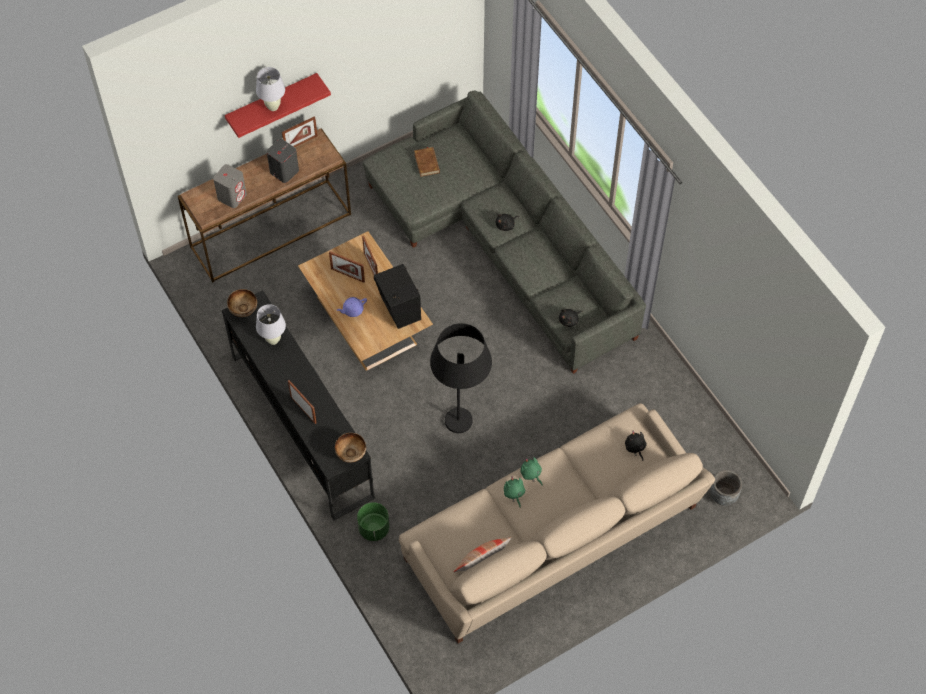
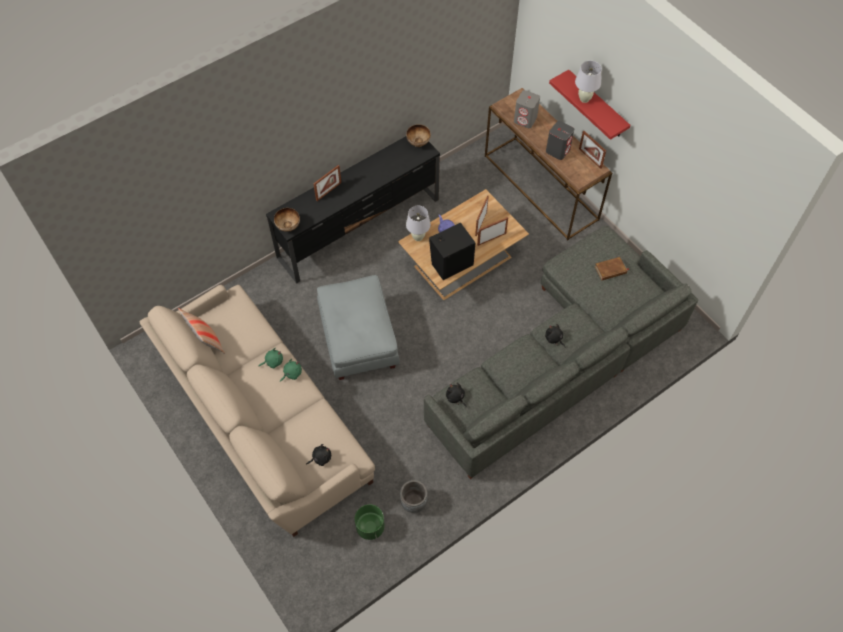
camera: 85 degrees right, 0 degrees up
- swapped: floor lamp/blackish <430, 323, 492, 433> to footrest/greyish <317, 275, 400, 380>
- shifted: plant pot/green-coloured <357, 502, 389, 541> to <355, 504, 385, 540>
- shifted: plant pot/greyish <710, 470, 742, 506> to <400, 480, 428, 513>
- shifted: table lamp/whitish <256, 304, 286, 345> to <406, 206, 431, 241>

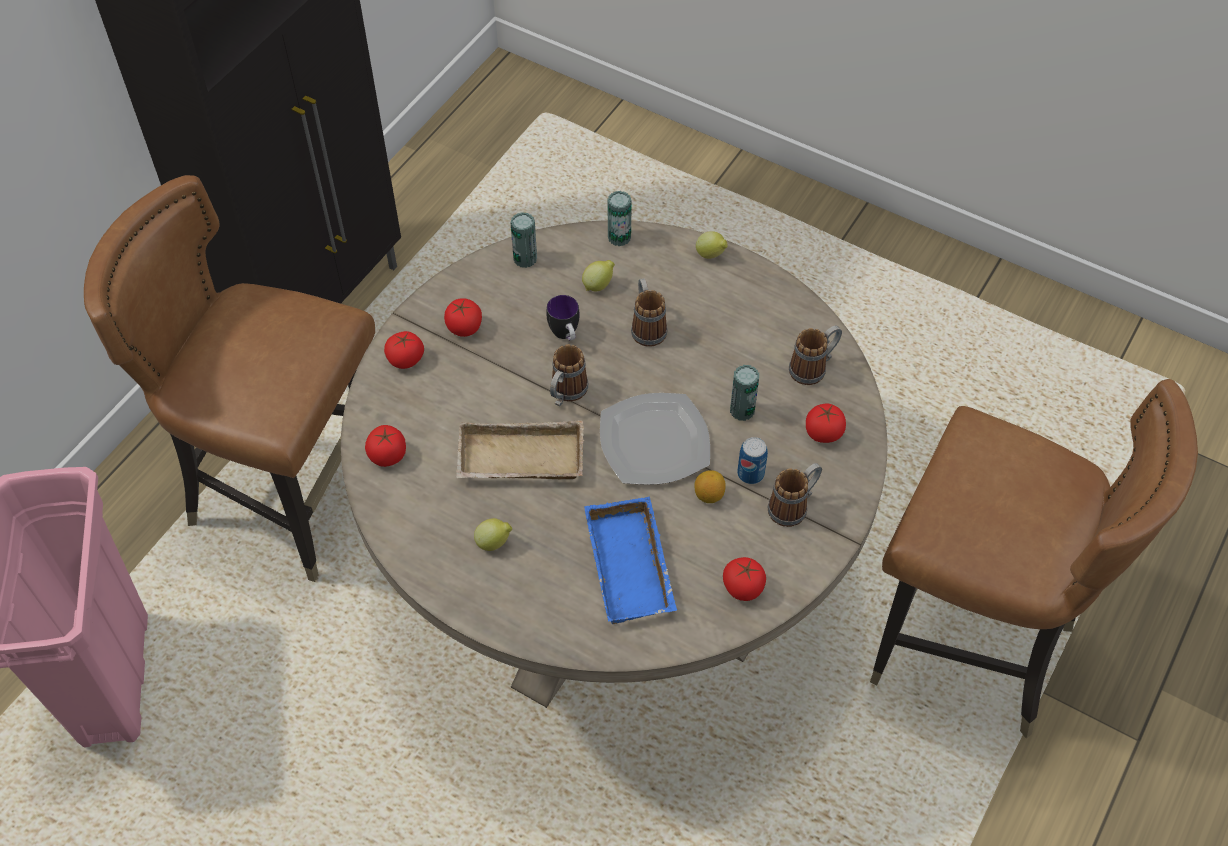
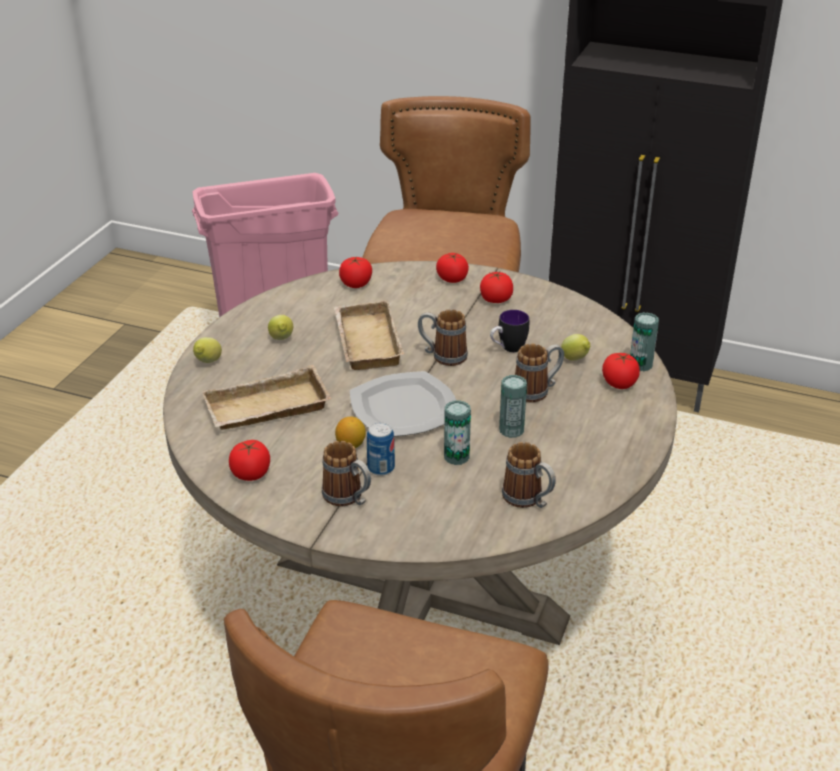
camera: 80 degrees right, 20 degrees down
- shifted: whole lemon <696, 231, 728, 259> to <193, 337, 222, 363>
- repainted: serving tray/blue-coloured <584, 497, 677, 624> to serving tray/beige <202, 365, 331, 430>
- shifted: sealed can <511, 212, 537, 268> to <499, 375, 527, 438>
- shifted: whole tomato <806, 403, 846, 443> to <602, 353, 640, 389>

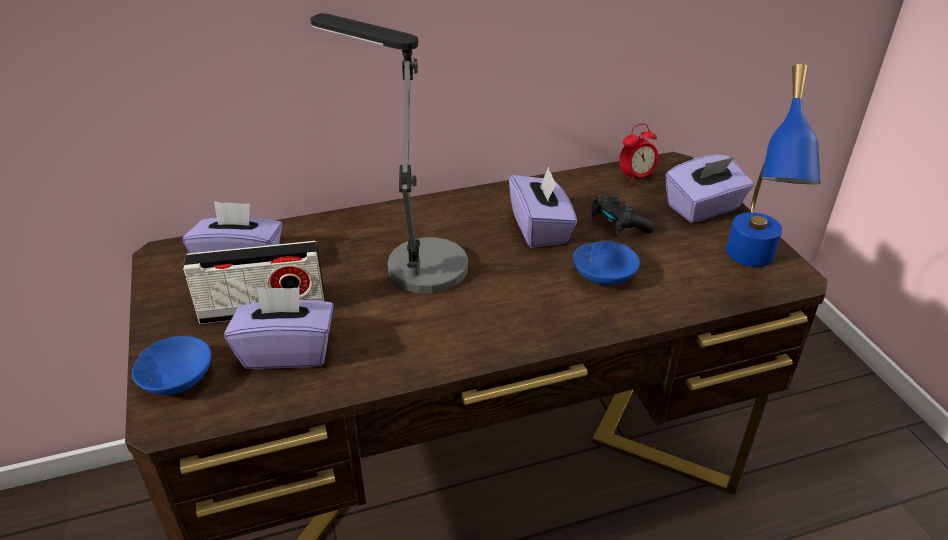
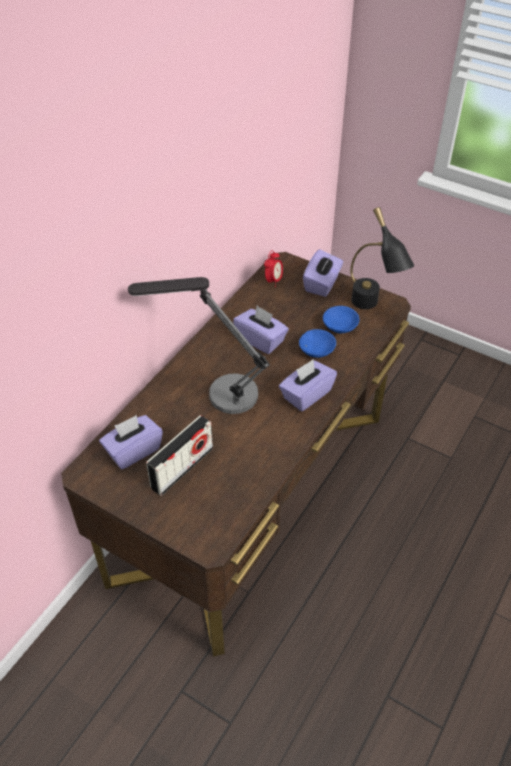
camera: 40 degrees left, 10 degrees up
- shifted: tissue holder/purplish <224, 287, 334, 369> to <279, 359, 337, 411>
- shifted: bowl/blue-coloured <132, 336, 211, 395> to <323, 306, 359, 334>
- repainted: table lamp/blue-coloured <726, 64, 821, 267> to table lamp/blackish <350, 207, 414, 309>
- gone: game controller/blackish <592, 194, 655, 234>

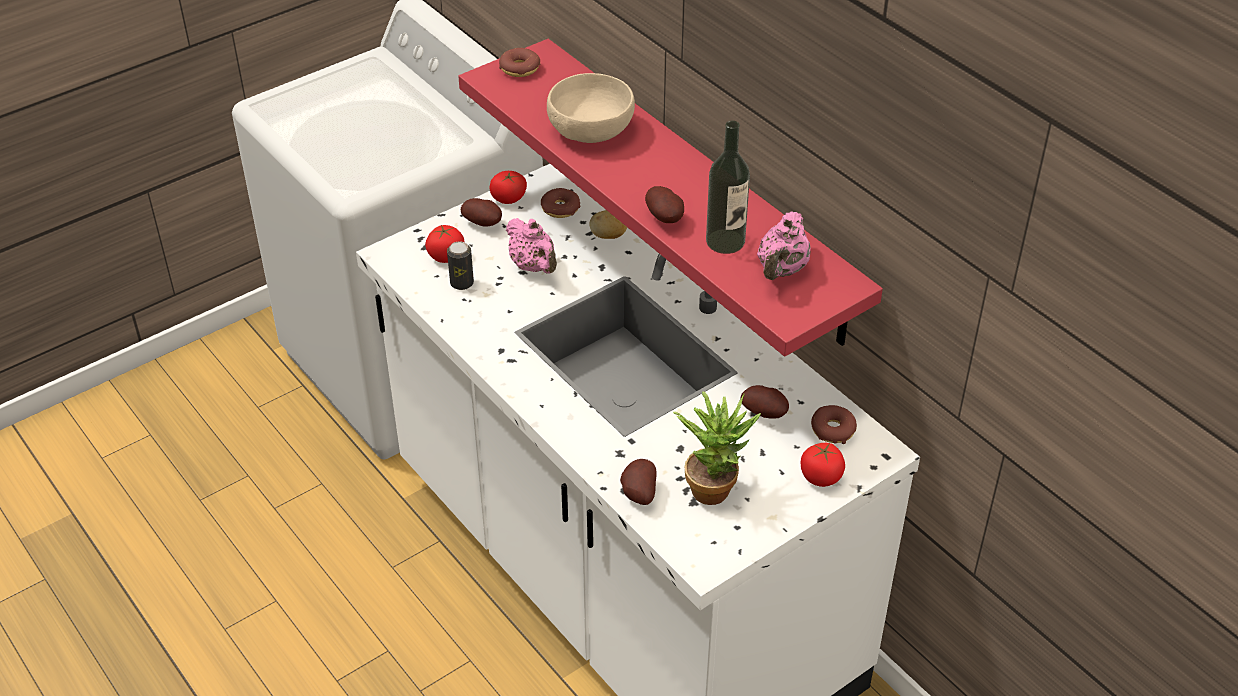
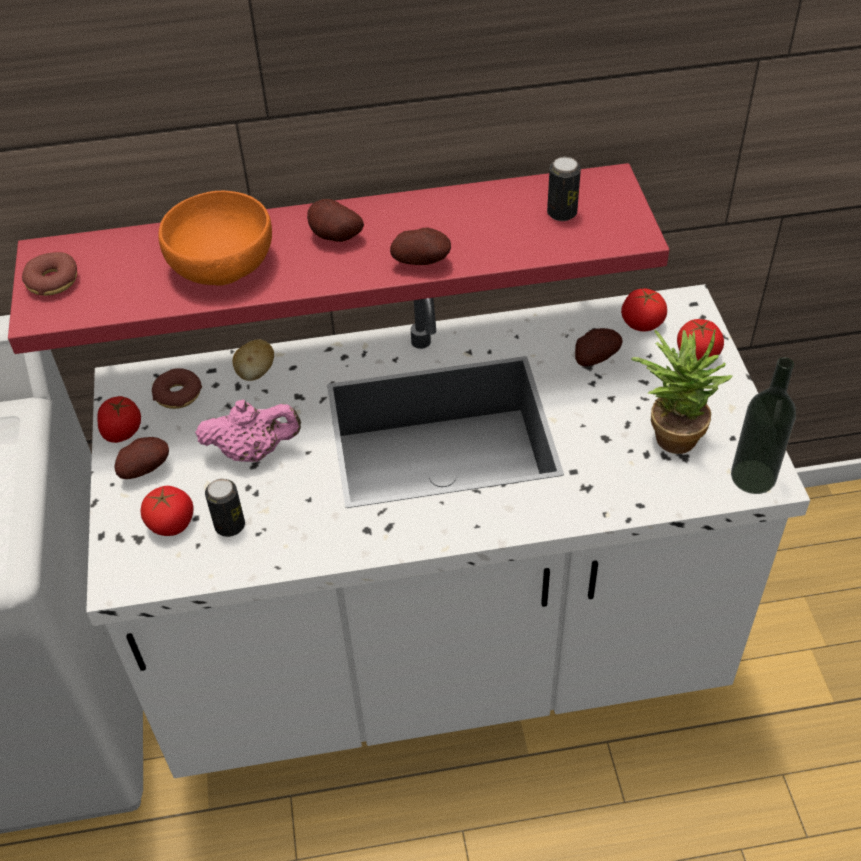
camera: 60 degrees left, 5 degrees up
- repainted: bowl/beige <547, 73, 635, 143> to bowl/orange <158, 191, 272, 286>
- shifted: spud <620, 459, 657, 505> to <307, 199, 364, 242>
- swapped: teapot/pink-coloured <757, 211, 811, 280> to sealed can <547, 157, 581, 221>
- swapped: doughnut <811, 405, 857, 444> to whole tomato <621, 289, 667, 332>
- shifted: drink bottle <706, 121, 750, 254> to <731, 357, 796, 494>

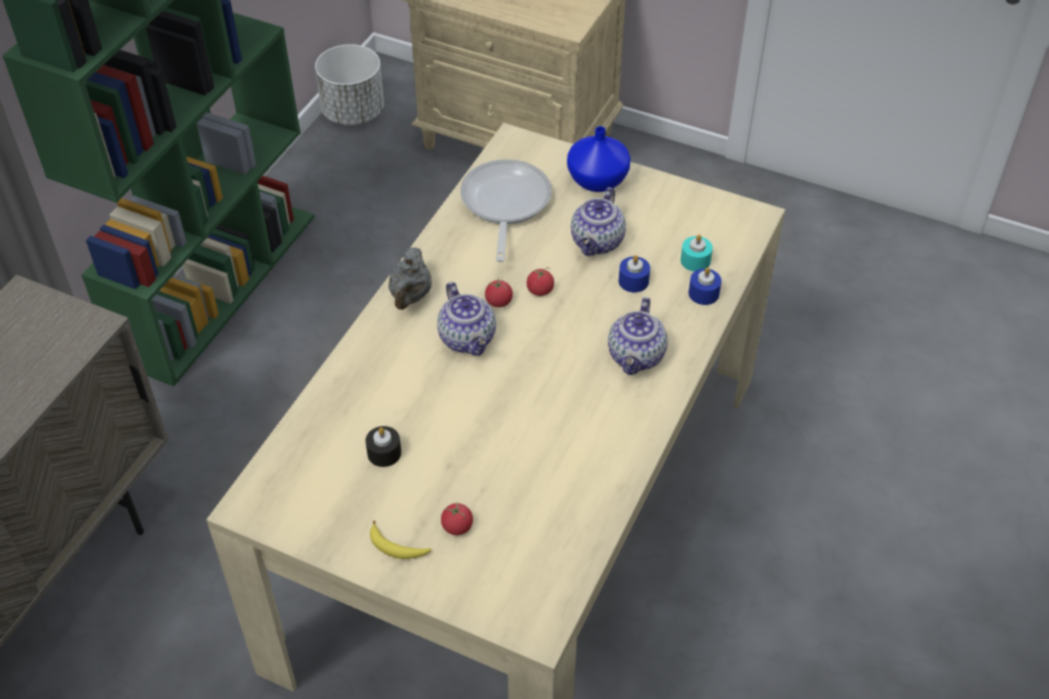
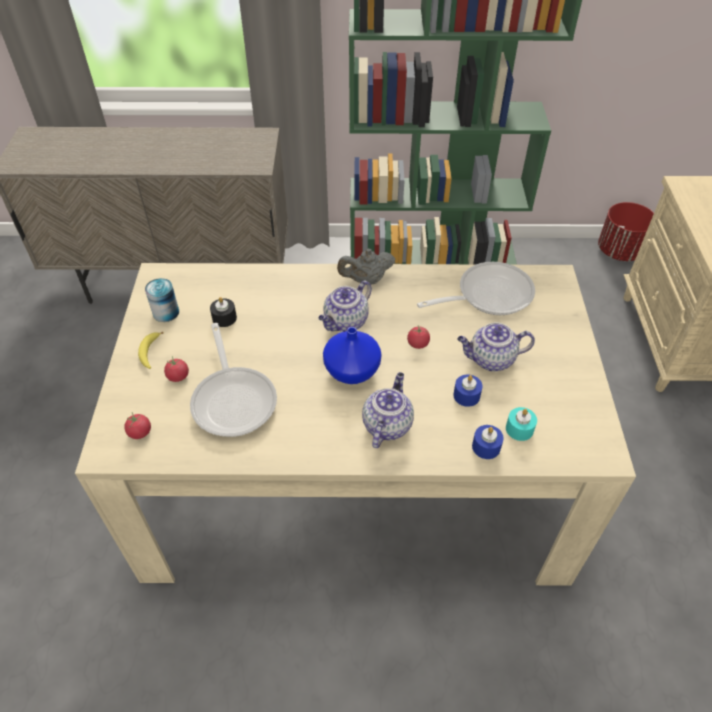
camera: 65 degrees right, 0 degrees up
- shifted: whole tomato <485, 278, 513, 307> to <124, 412, 151, 439>
- new: sealed can <145, 278, 179, 322>
- new: skillet <190, 323, 277, 437>
- shifted: flower vase/blue-coloured <567, 126, 630, 192> to <323, 327, 381, 384>
- rotated: teapot <608, 297, 668, 375> = <362, 372, 414, 448> 120 degrees clockwise
- repainted: plant pot/whitish <315, 44, 384, 125> to plant pot/reddish <598, 202, 654, 261>

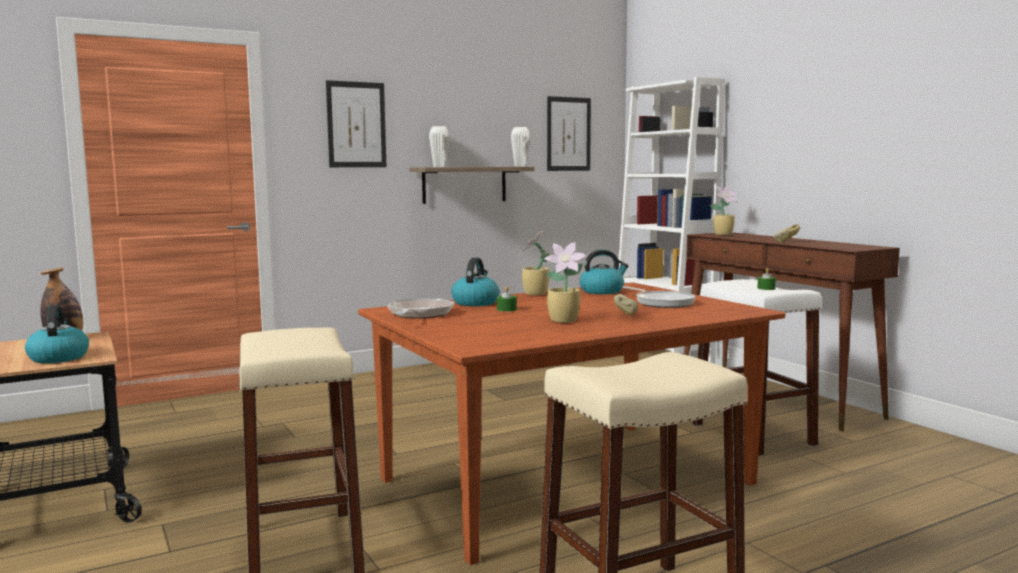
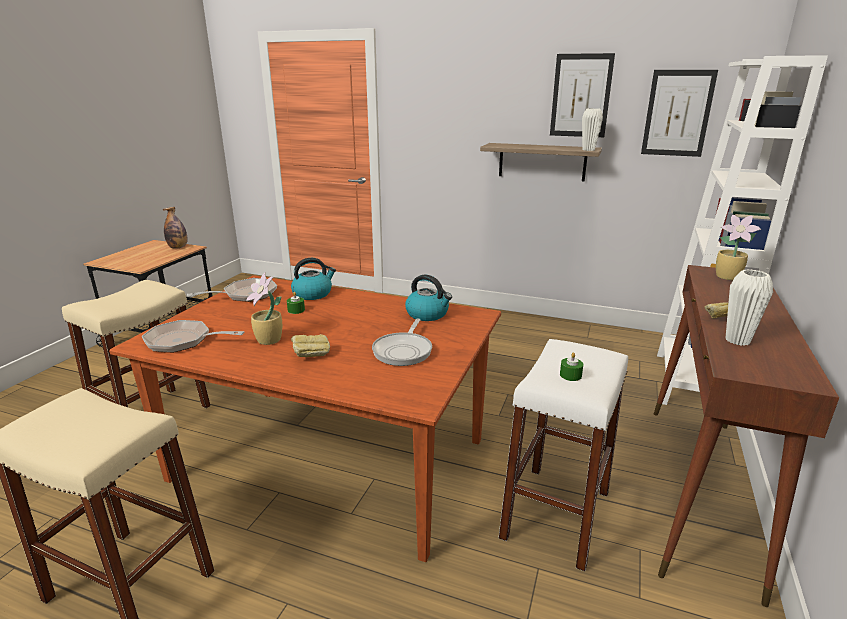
camera: 50 degrees right, 15 degrees up
- new: skillet <141, 320, 244, 353>
- shifted: picture <326, 80, 386, 167> to <550, 53, 615, 137>
- shifted: flower vase/whitish <429, 126, 449, 167> to <726, 269, 773, 346>
- gone: tea kettle <25, 305, 89, 363>
- gone: plant in a pot <520, 230, 550, 295>

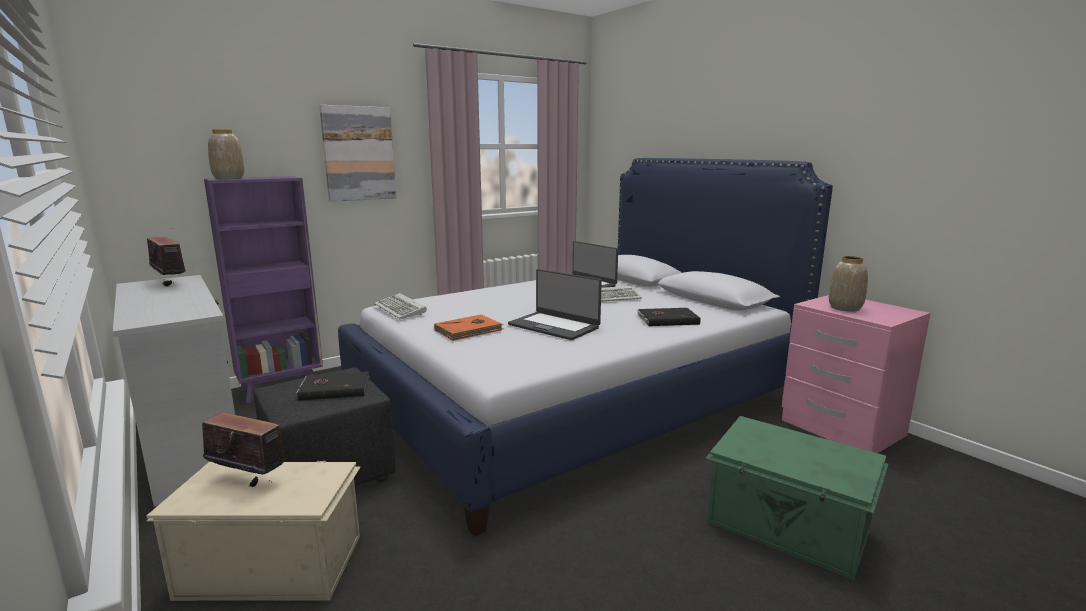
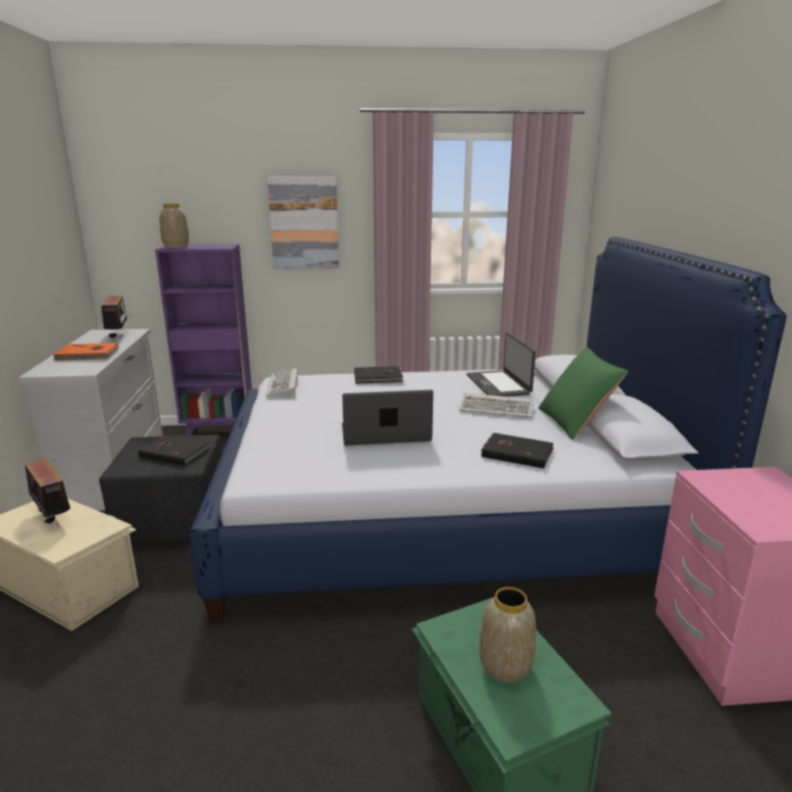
camera: 30 degrees right, 5 degrees up
- shifted: bound book/orange <434, 314, 504, 341> to <53, 343, 119, 361>
- rotated: notebook computer <508, 269, 602, 340> = <342, 390, 433, 446> 105 degrees clockwise
- new: bound book/blackish <354, 366, 404, 384>
- shifted: flower vase <829, 256, 868, 312> to <479, 587, 536, 683>
- new: cushion/green-coloured <538, 347, 628, 440>

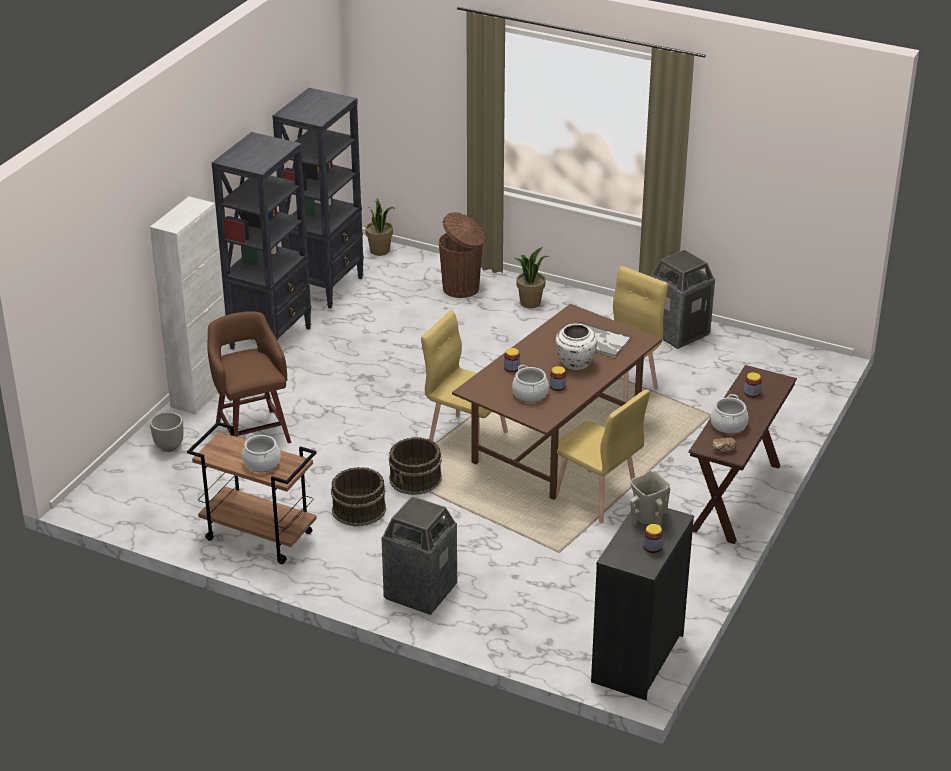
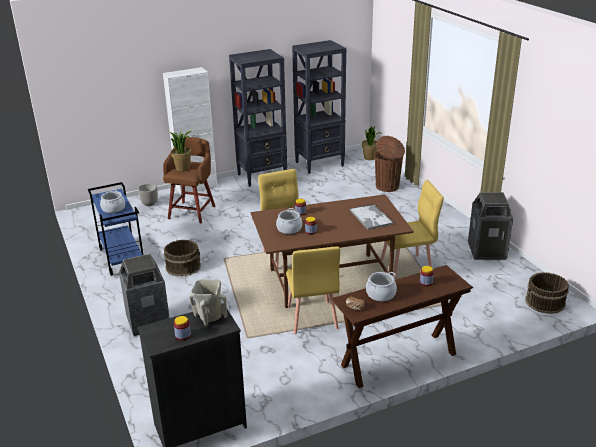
camera: 40 degrees right, 5 degrees down
- repainted: trolley/brownish <187, 422, 317, 564> to trolley/blue-coloured <88, 182, 143, 276>
- shifted: plant in a pot <513, 247, 550, 308> to <170, 131, 192, 172>
- shifted: bucket/brownish <389, 437, 442, 495> to <525, 272, 569, 314>
- gone: flower vase/whitish <556, 324, 597, 370>

